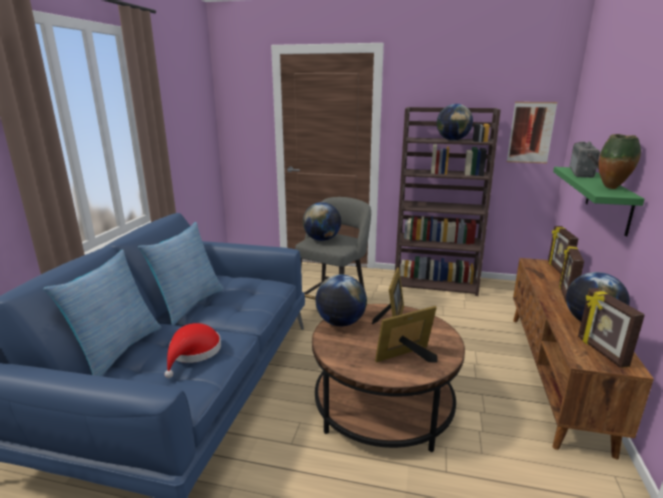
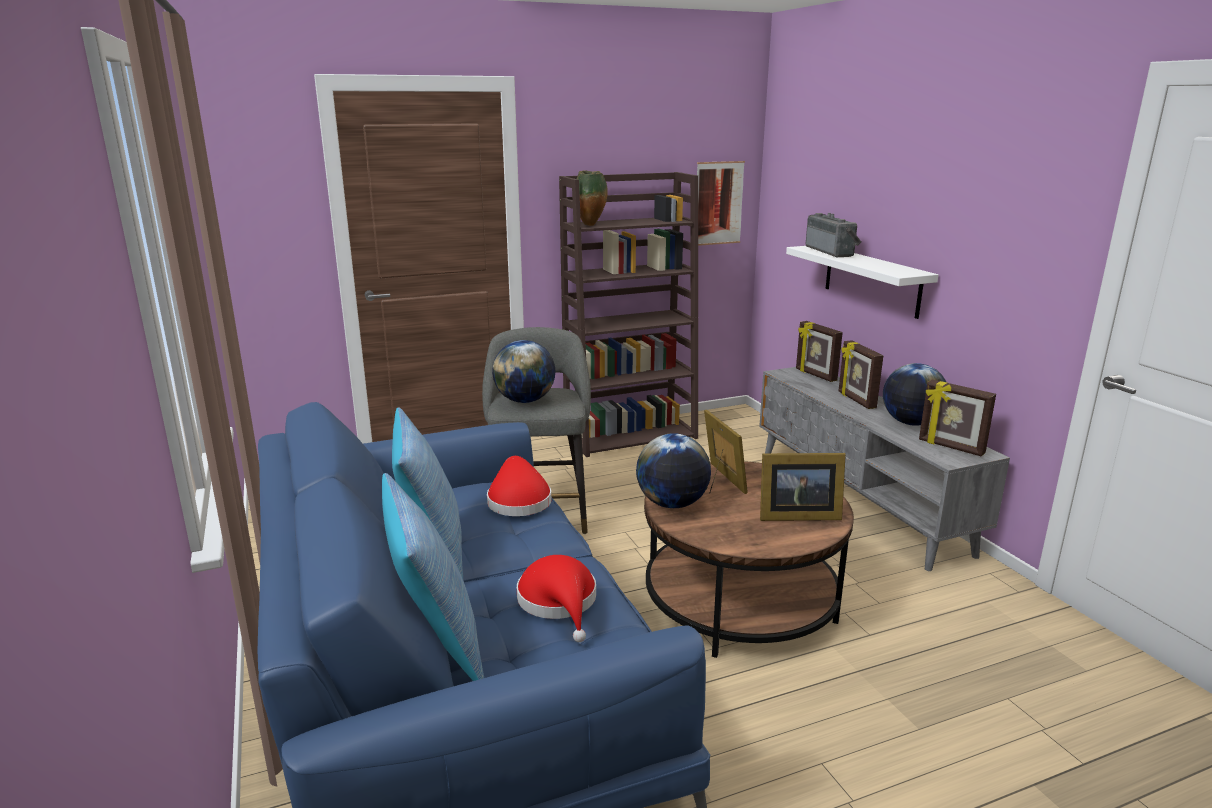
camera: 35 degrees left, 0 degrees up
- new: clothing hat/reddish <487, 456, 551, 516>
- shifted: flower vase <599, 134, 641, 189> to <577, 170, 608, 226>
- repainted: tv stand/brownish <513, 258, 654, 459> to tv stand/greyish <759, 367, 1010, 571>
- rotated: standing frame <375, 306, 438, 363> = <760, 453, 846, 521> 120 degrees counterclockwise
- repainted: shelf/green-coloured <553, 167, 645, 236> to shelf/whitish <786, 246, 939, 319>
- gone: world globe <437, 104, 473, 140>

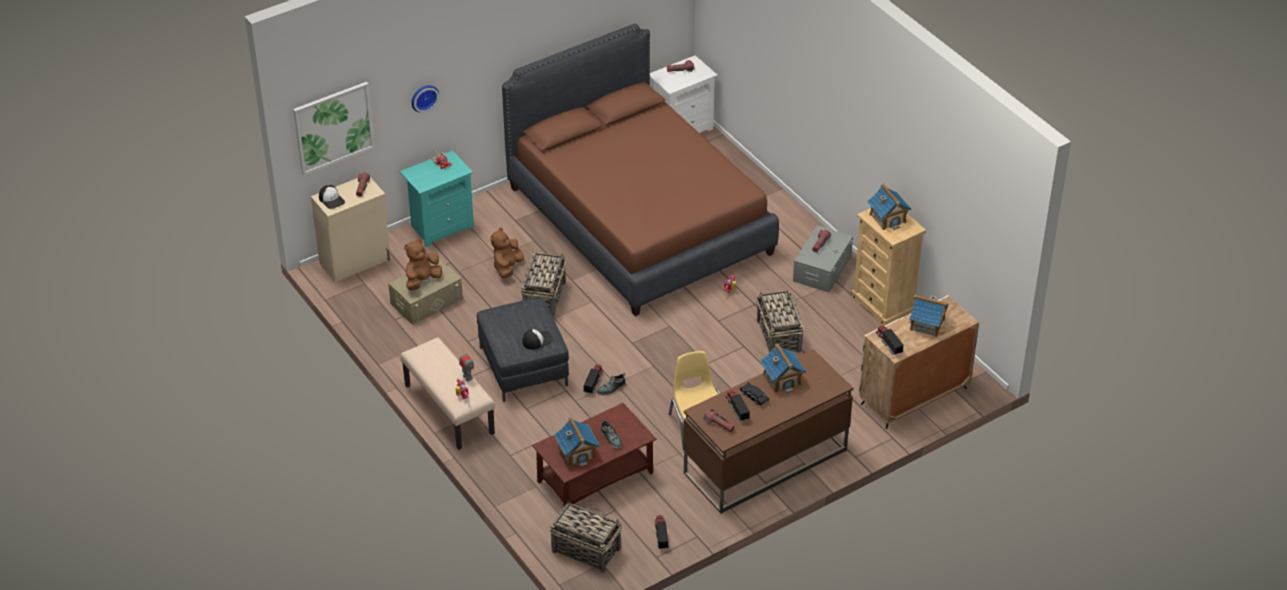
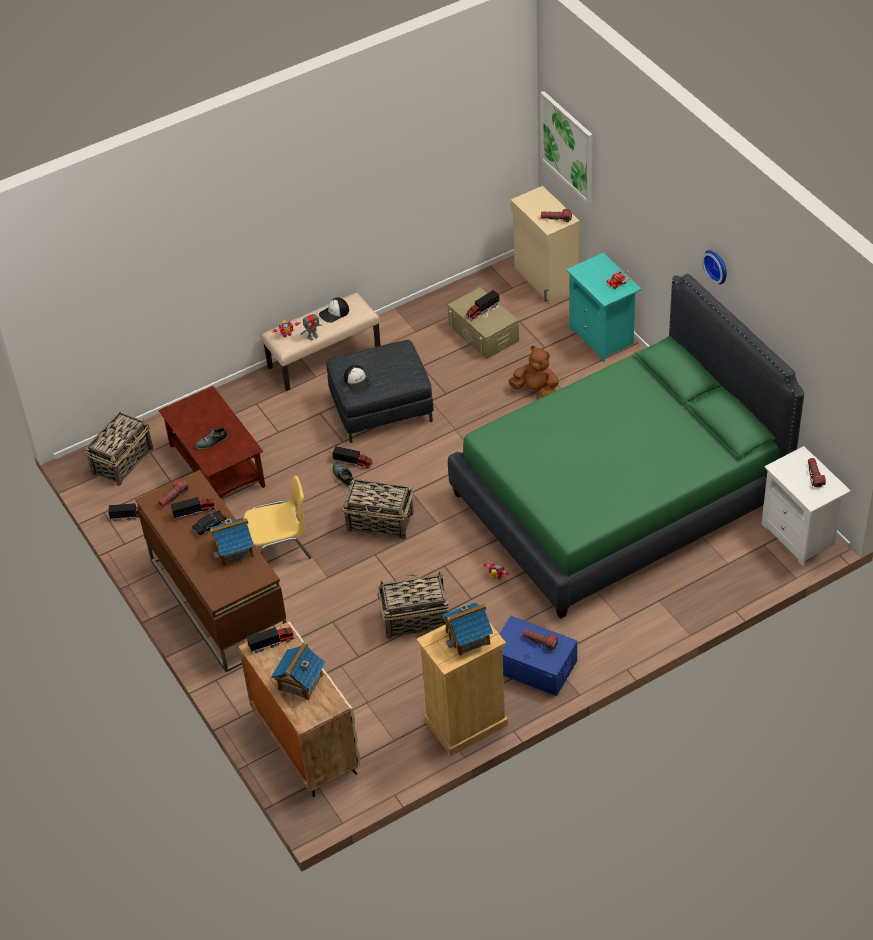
camera: 95 degrees right, 5 degrees up
- shifted: cap <319, 185, 345, 209> to <319, 298, 349, 323>
- shifted: household basket <521, 253, 566, 317> to <342, 479, 413, 540>
- repainted: sleeping bed/brownish <502, 24, 779, 316> to sleeping bed/green-coloured <448, 274, 804, 619>
- swapped: soft toy/brownish <404, 239, 442, 291> to toy lorry <465, 290, 500, 320>
- repainted: storage bin/greyish <793, 225, 853, 292> to storage bin/blue-coloured <499, 616, 577, 696>
- shifted: wall clock <411, 85, 439, 113> to <702, 250, 727, 284>
- gone: miniature house <554, 417, 600, 467>

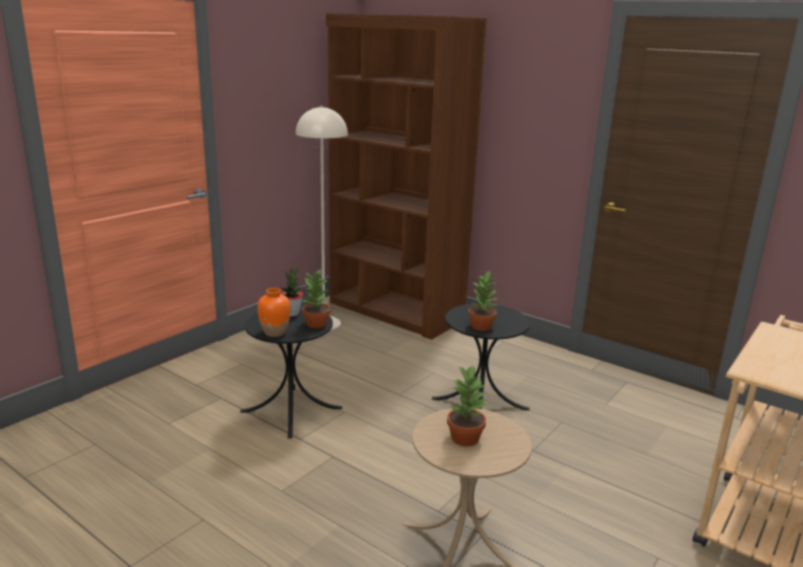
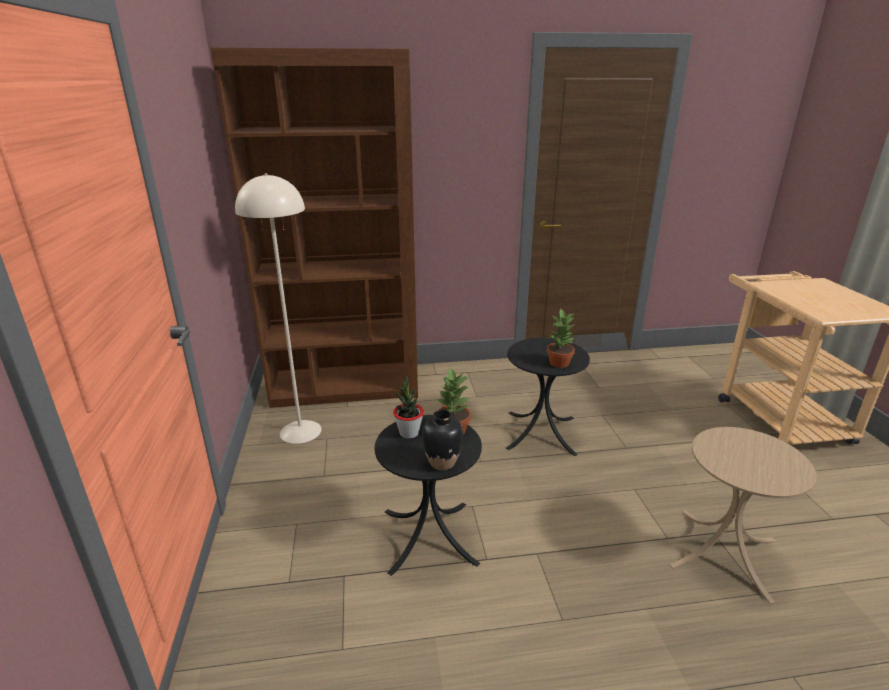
camera: 45 degrees left, 5 degrees up
- repainted: flower vase/orange <258, 288, 291, 337> to flower vase/blackish <422, 409, 463, 470>
- gone: plant in a pot <447, 365, 488, 446>

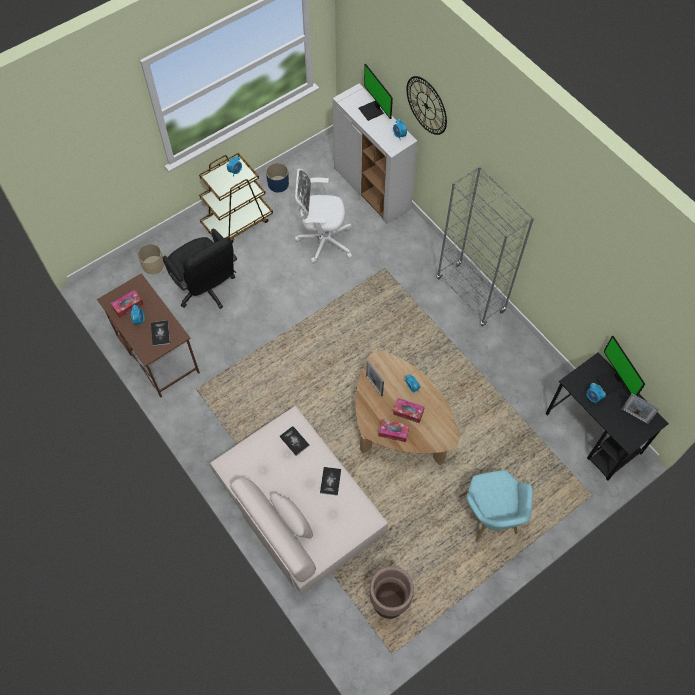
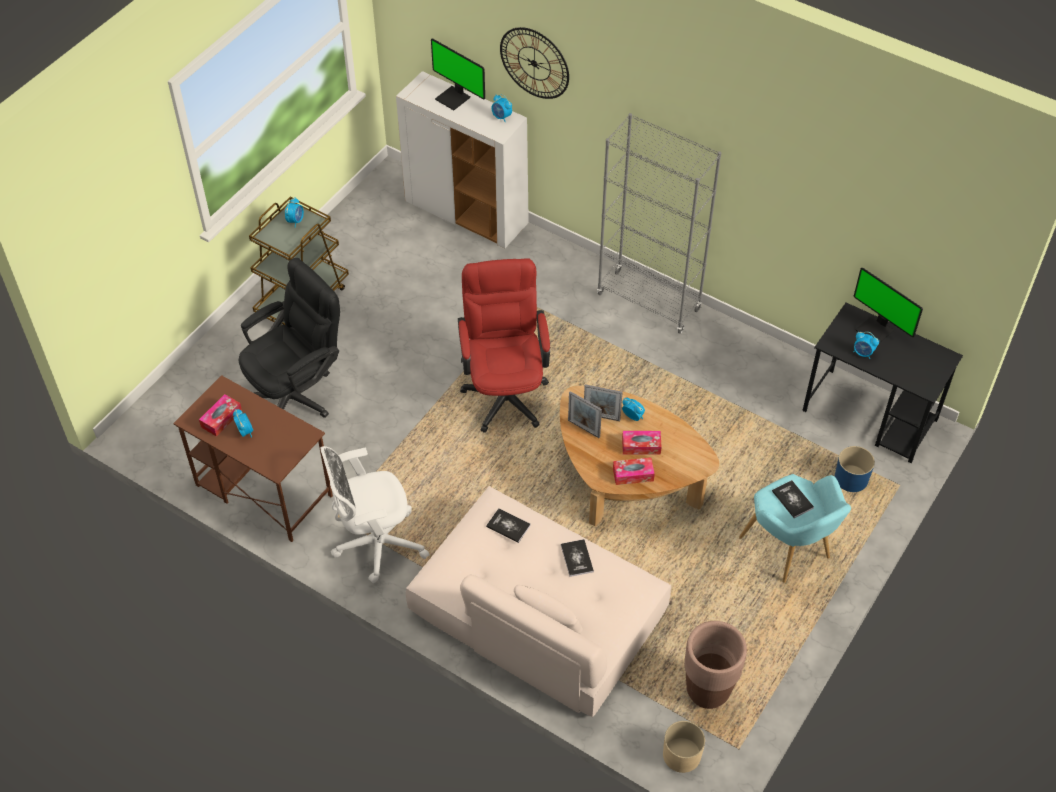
camera: 20 degrees left, 10 degrees down
- rotated: office chair/blackish <163, 229, 237, 309> = <238, 258, 340, 418> 75 degrees counterclockwise
- shifted: office chair/whitish <294, 169, 352, 264> to <320, 446, 430, 583>
- new: office chair/reddish <458, 258, 550, 433>
- shifted: standing frame <622, 393, 659, 424> to <584, 384, 623, 421>
- shifted: plant pot/beige <138, 244, 164, 274> to <663, 721, 705, 773>
- shifted: bound book <151, 320, 170, 346> to <772, 480, 814, 518>
- shifted: plant pot/blue-coloured <266, 163, 289, 192> to <835, 446, 875, 492>

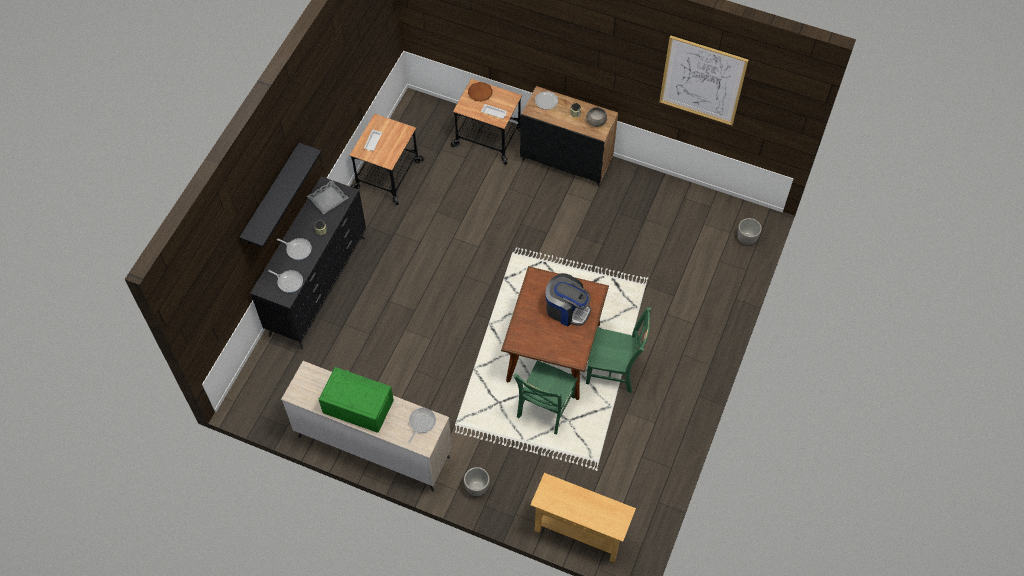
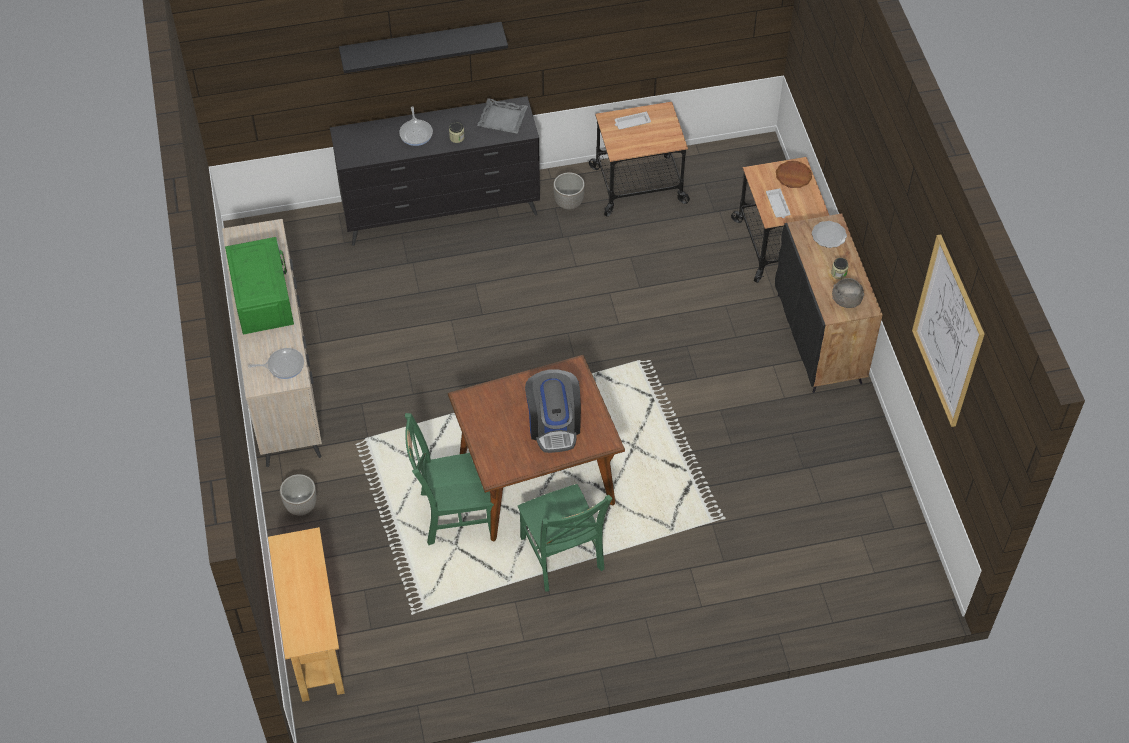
camera: 55 degrees right, 5 degrees down
- shifted: plant pot <737, 218, 762, 245> to <553, 172, 585, 209>
- gone: skillet <268, 270, 303, 293>

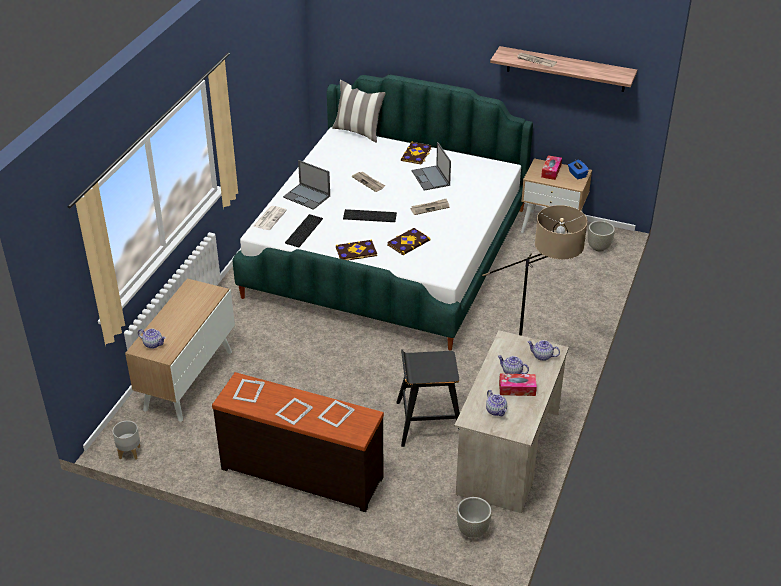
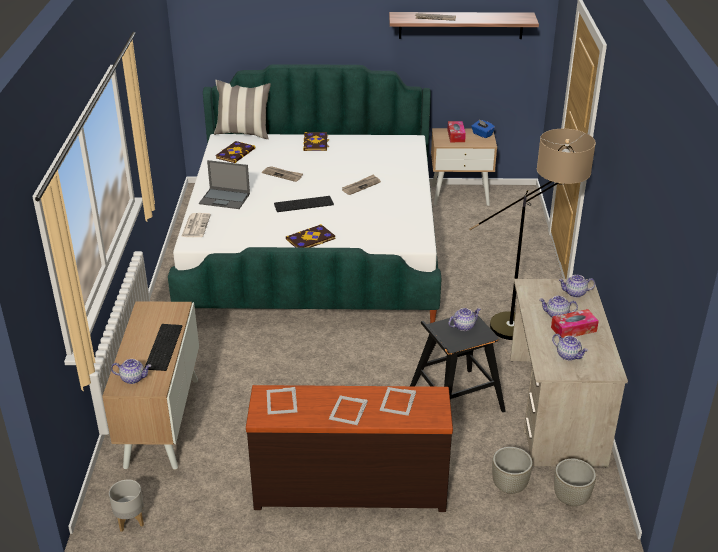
camera: 20 degrees left, 5 degrees down
- shifted: keyboard <285, 214, 323, 247> to <145, 324, 182, 371>
- shifted: bound book <387, 228, 431, 255> to <215, 141, 255, 163>
- new: teapot <448, 308, 481, 331>
- shifted: plant pot/greyish <588, 221, 615, 251> to <492, 447, 533, 494>
- gone: notebook computer <412, 142, 451, 191>

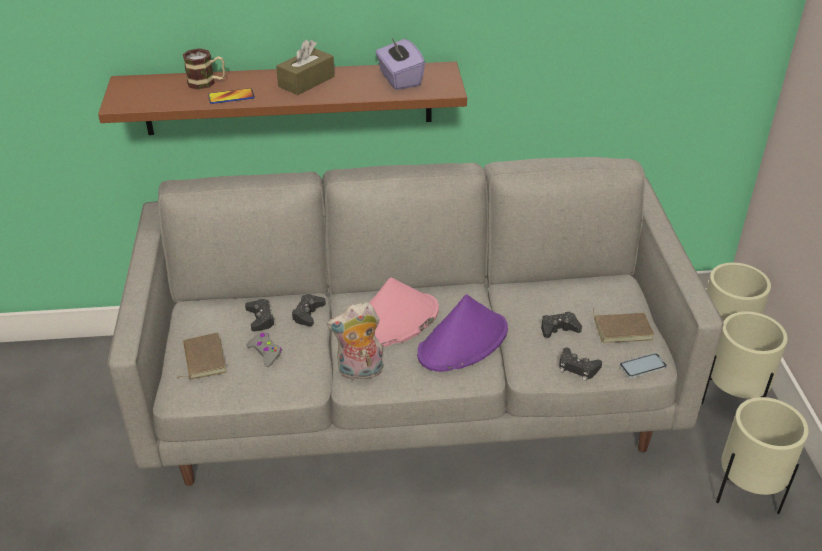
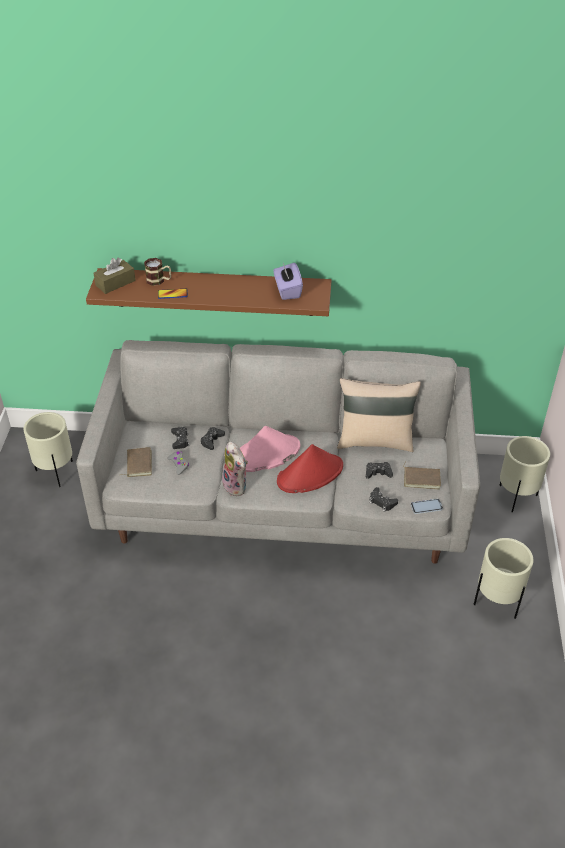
camera: 10 degrees right, 5 degrees up
- shifted: plant pot/beige <701, 311, 788, 404> to <24, 412, 73, 487>
- shifted: tissue holder/brownish <276, 40, 335, 95> to <93, 257, 136, 294>
- rotated: soft toy <327, 302, 384, 380> = <222, 441, 248, 496> 120 degrees counterclockwise
- repainted: clothing hat/purplish <417, 294, 508, 372> to clothing hat/reddish <277, 444, 343, 493>
- new: cushion/beige <337, 378, 421, 452>

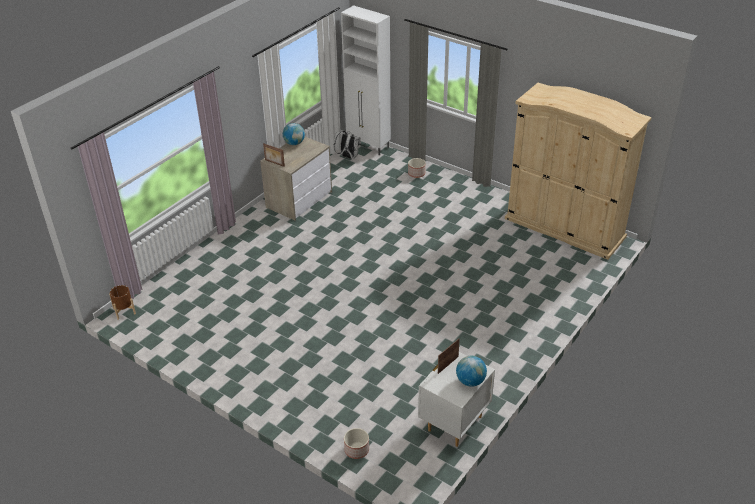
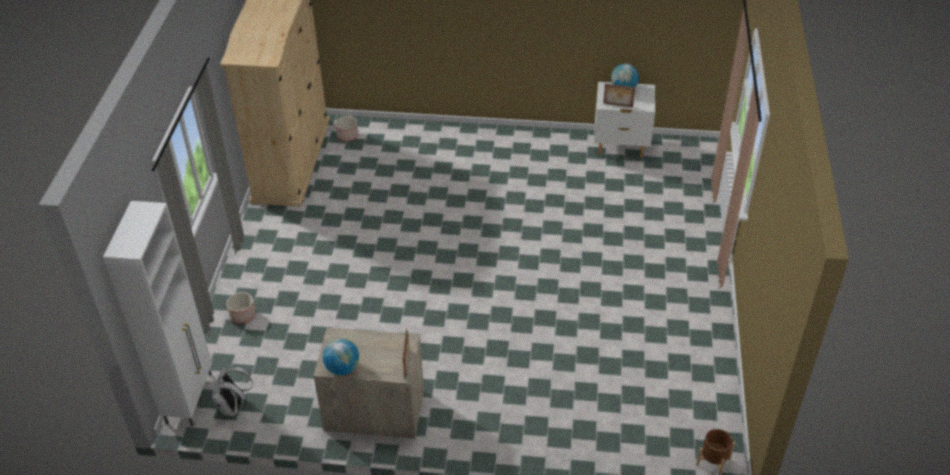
camera: 120 degrees left, 5 degrees up
- shifted: plant pot <344, 428, 369, 459> to <335, 116, 358, 142>

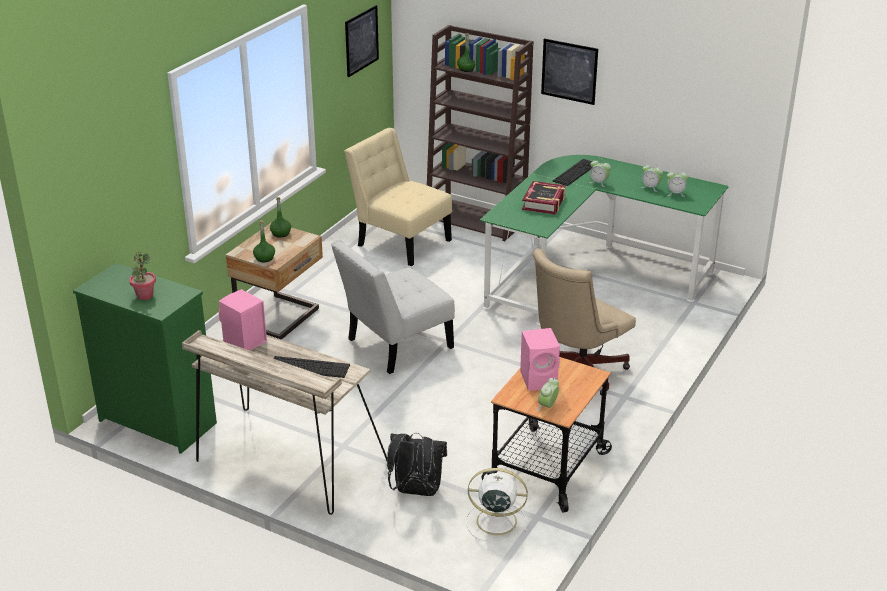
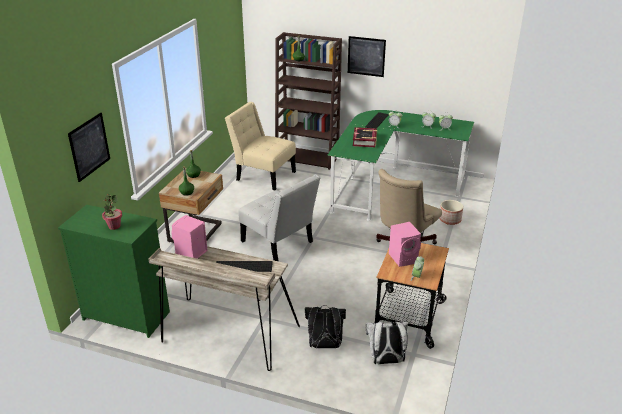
camera: 10 degrees left, 0 degrees up
- shifted: picture <345, 5, 379, 77> to <68, 113, 110, 182>
- rotated: chair/whitish <331, 240, 455, 374> = <239, 174, 320, 261> 90 degrees counterclockwise
- swapped: fan/whitish <466, 468, 528, 541> to rucksack/whitish <365, 320, 408, 364>
- new: plant pot <439, 200, 463, 225>

